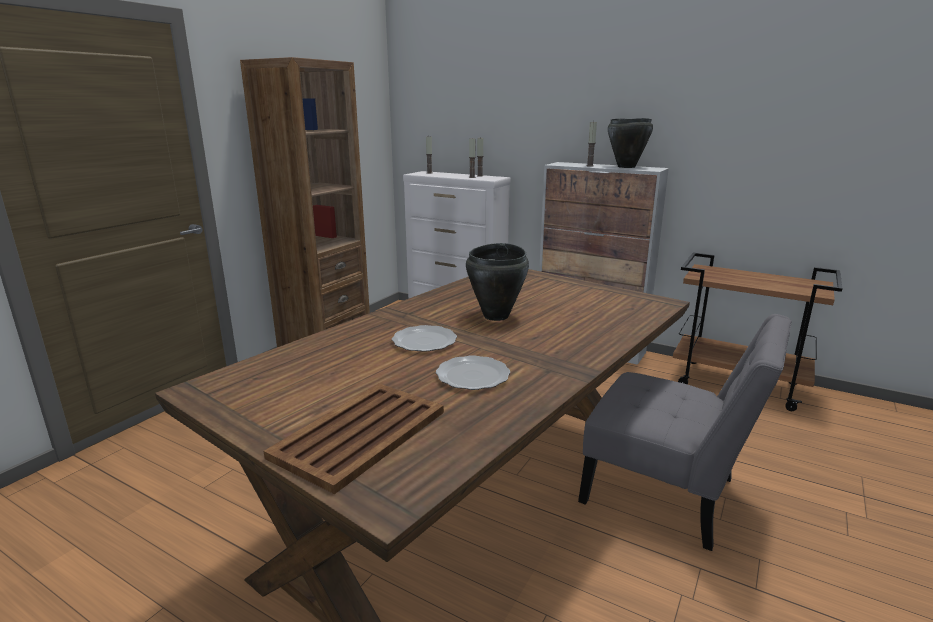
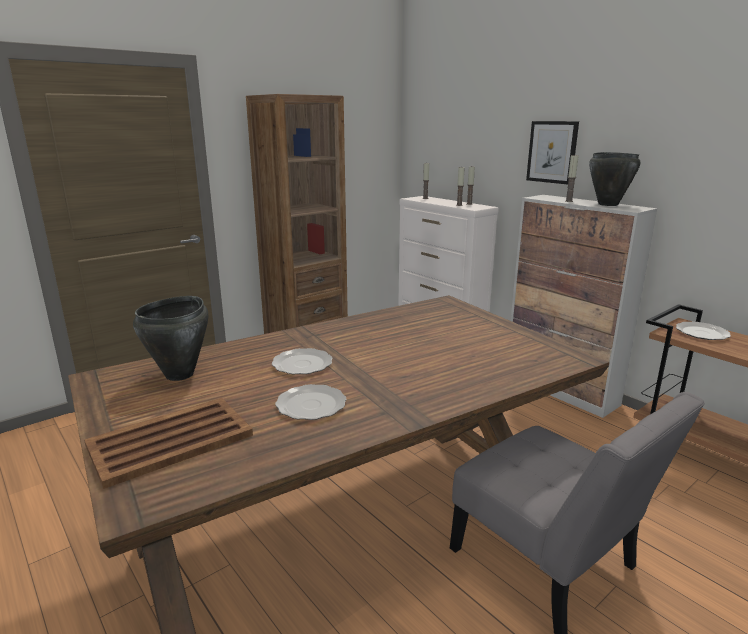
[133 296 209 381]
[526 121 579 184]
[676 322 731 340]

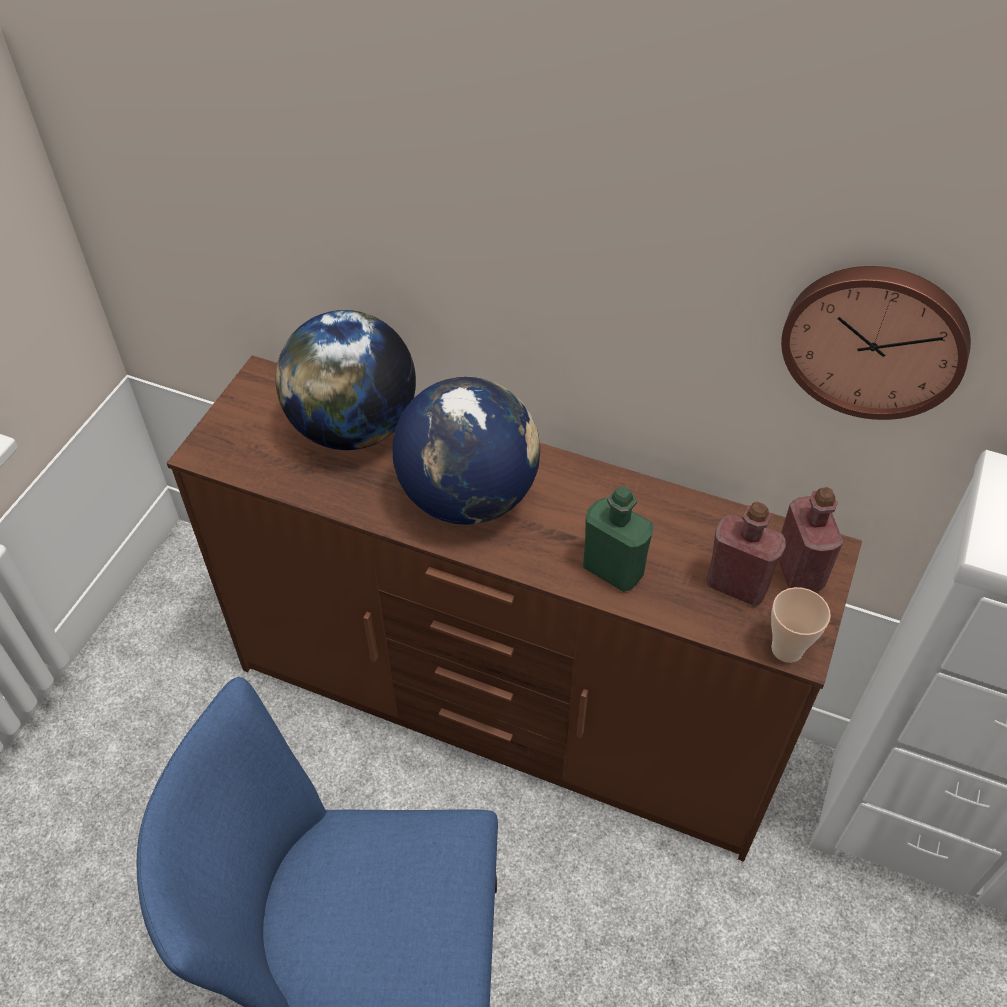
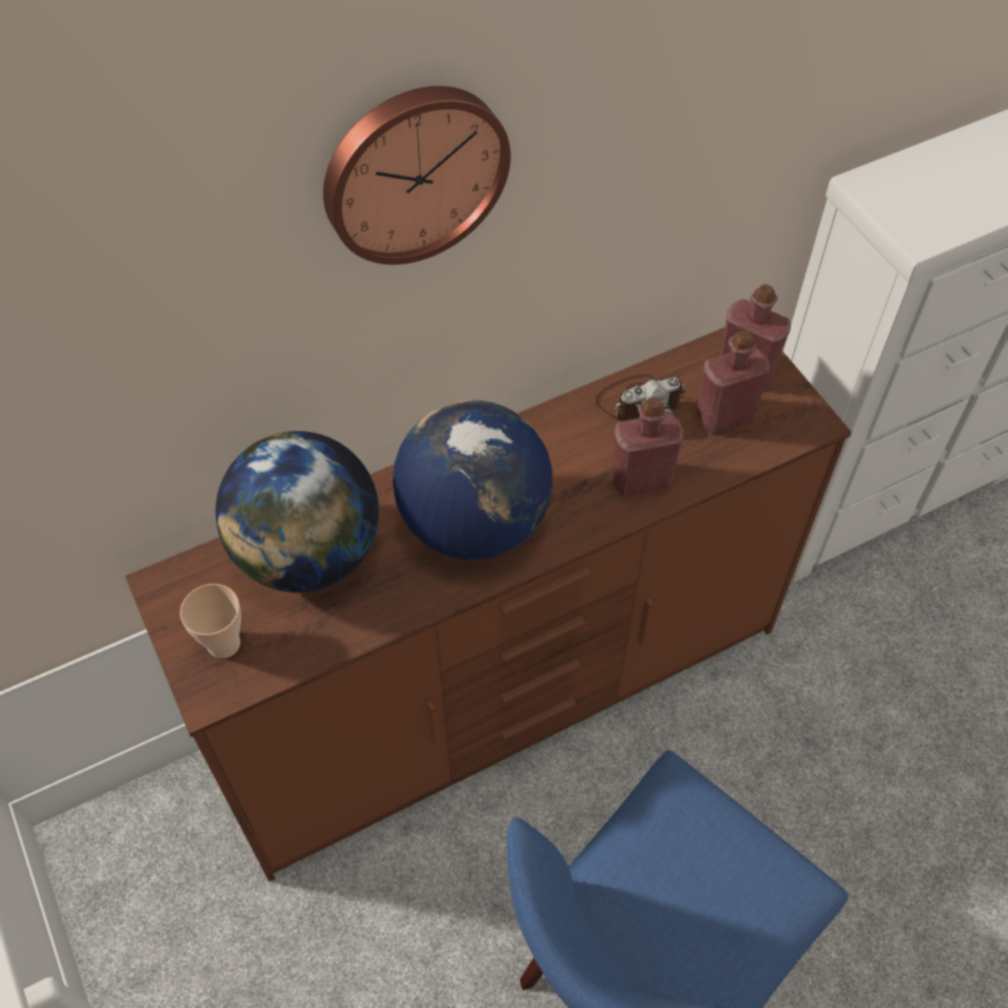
[611 397 684 496]
[180 584 241 659]
[323 86 511 265]
[595 374 686 421]

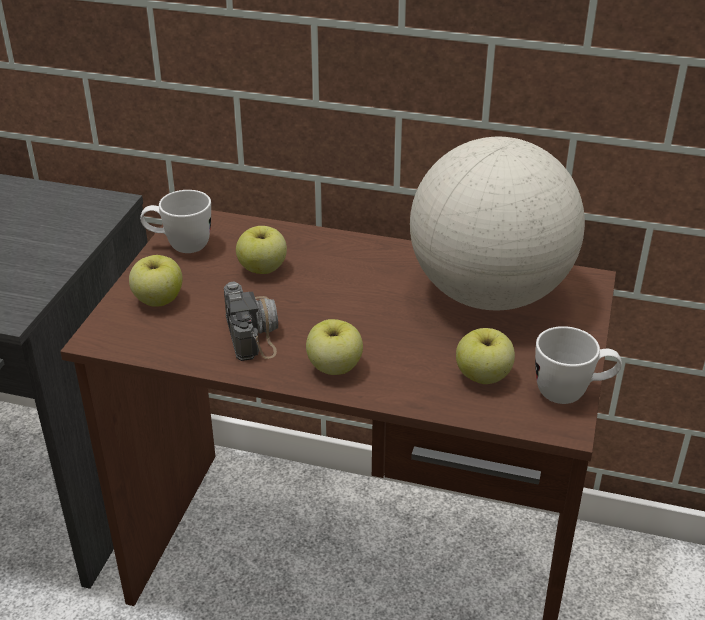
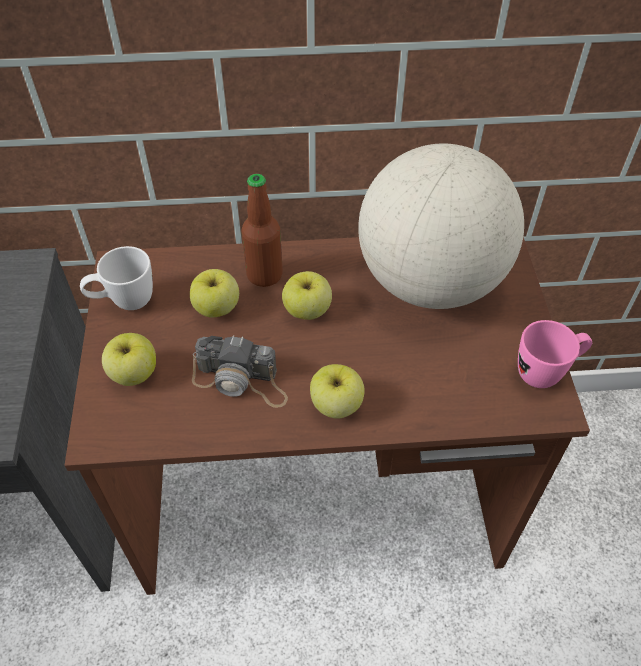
[192 335 288 408]
[282 271 332 320]
[518 320 592 388]
[241 174 283 287]

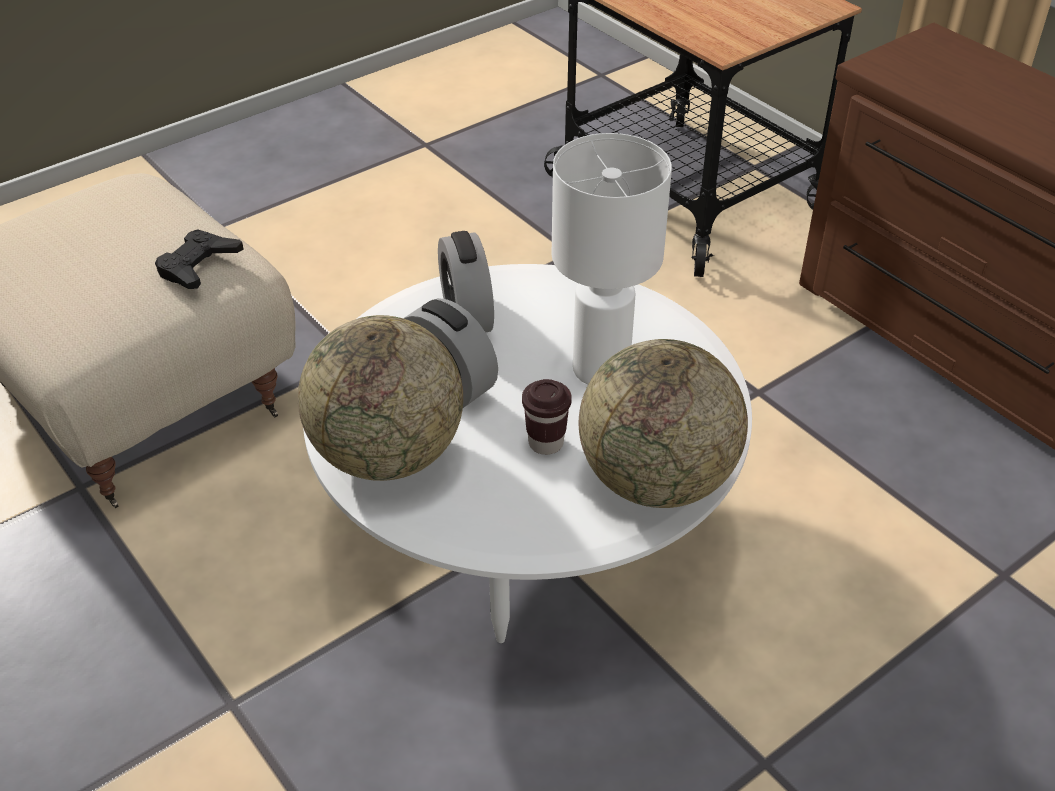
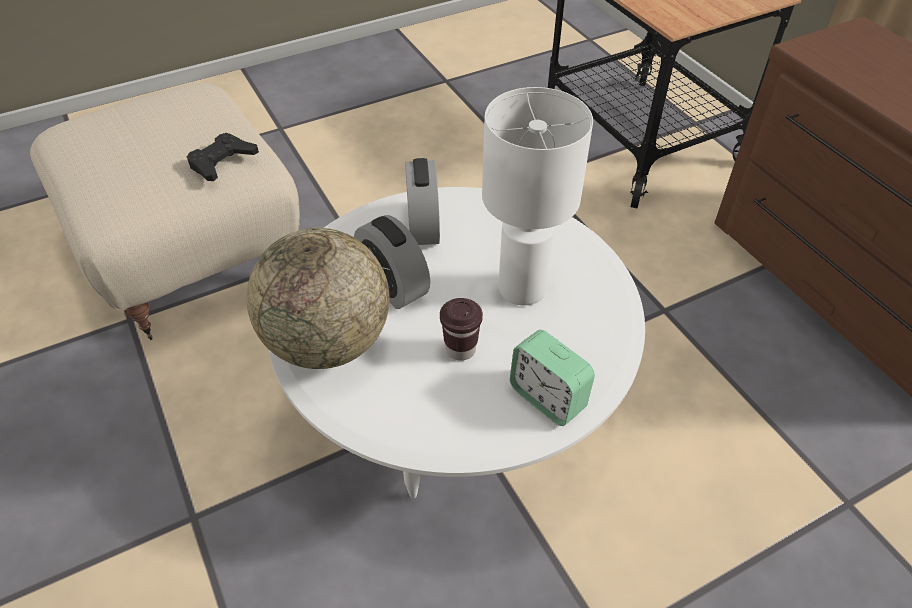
[510 330 595 426]

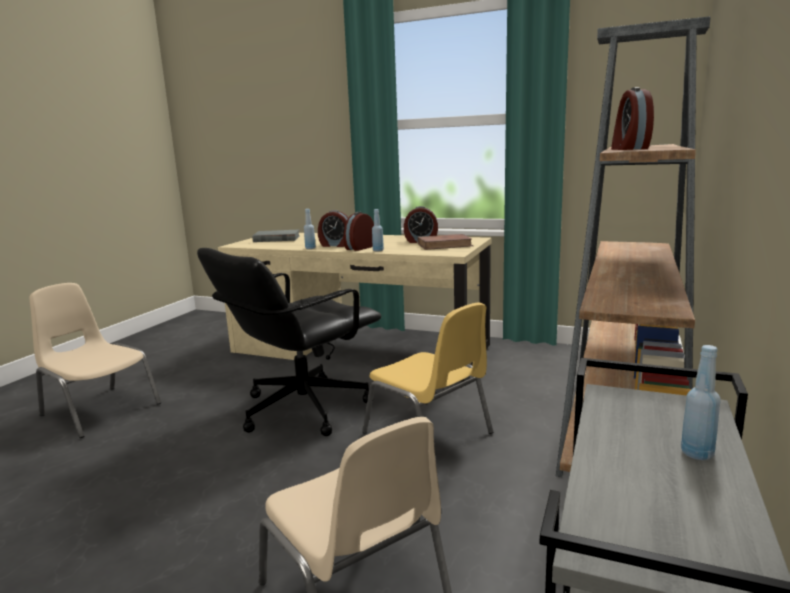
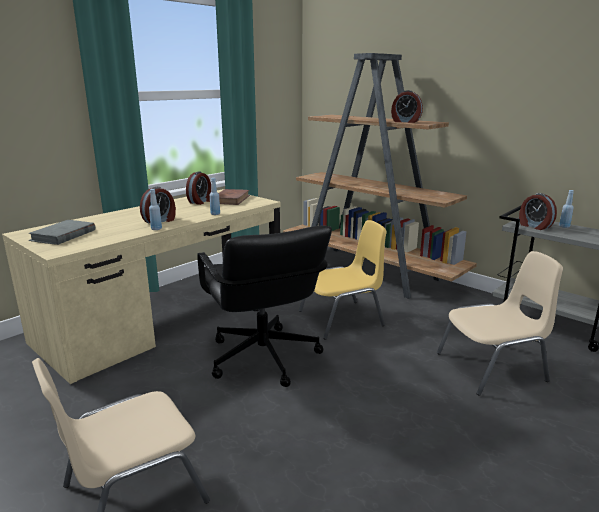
[519 193 557 230]

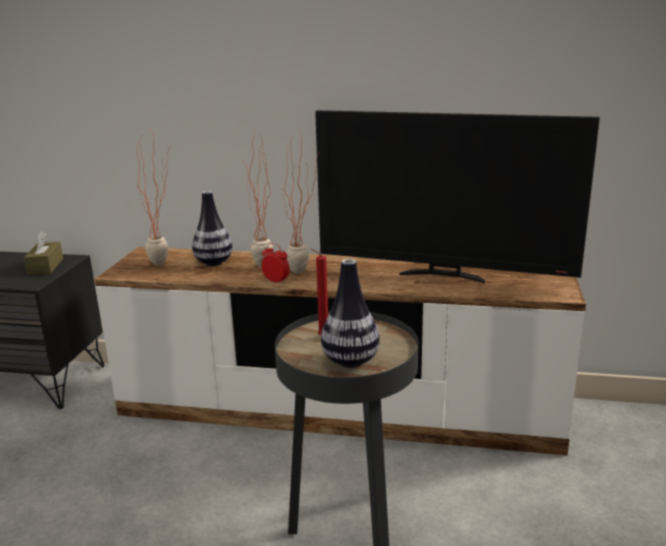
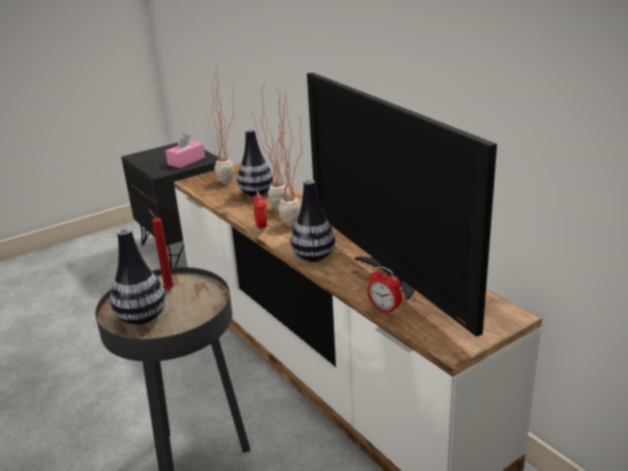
[166 133 205 168]
[291 180 335 262]
[368 266 402 315]

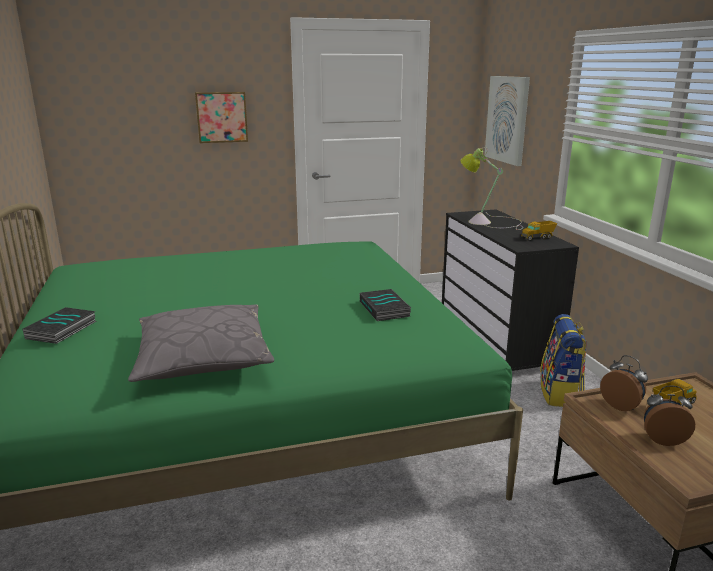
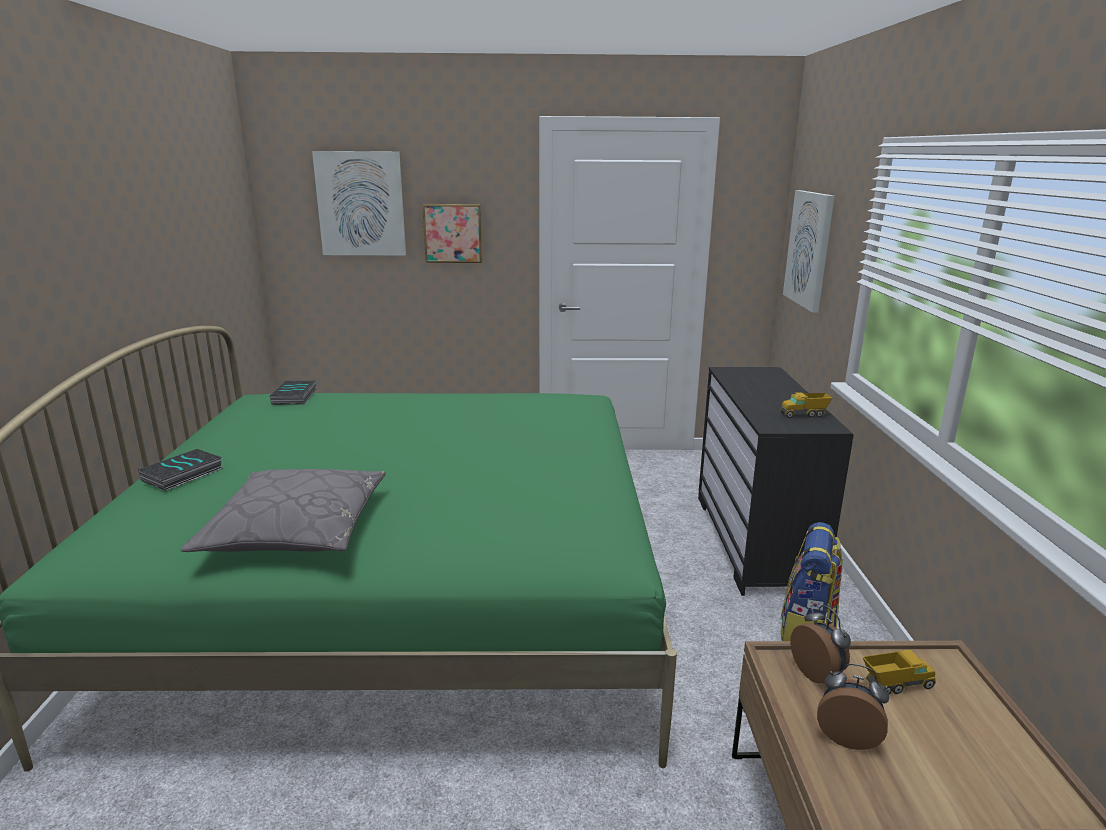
[270 381 317 405]
[460 147 523 230] (first image)
[312 151 406 256]

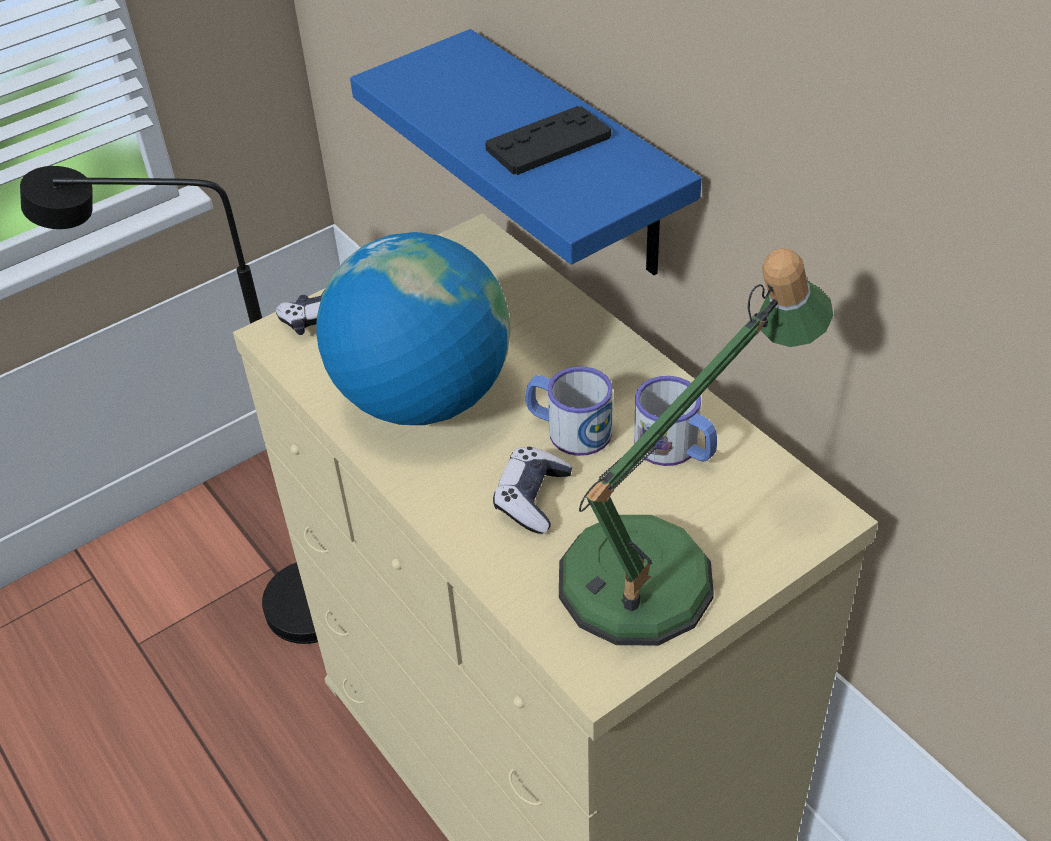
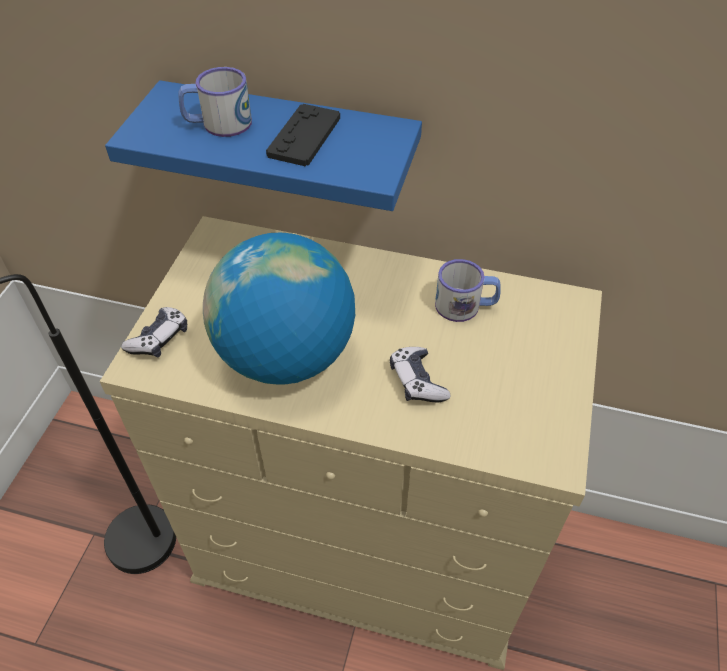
[178 67 252 137]
[559 248 834 645] (first image)

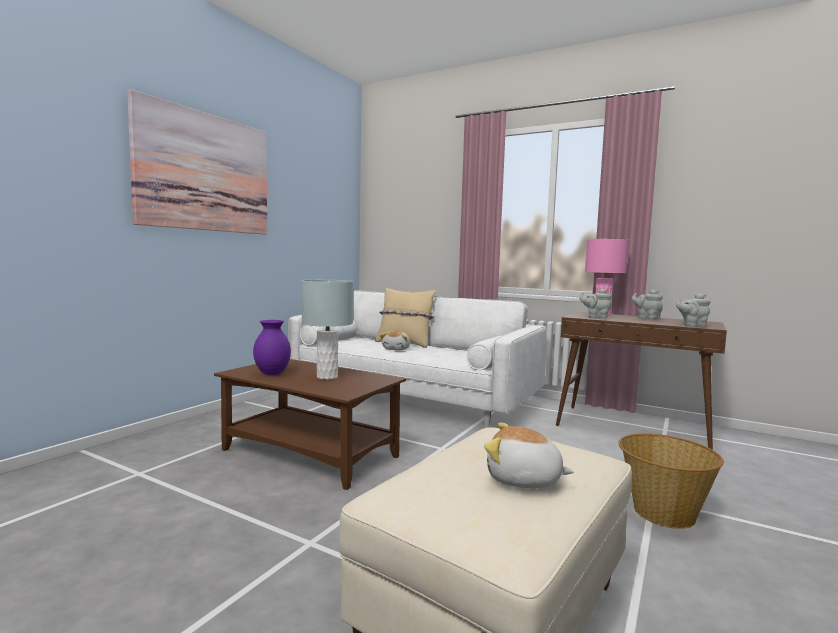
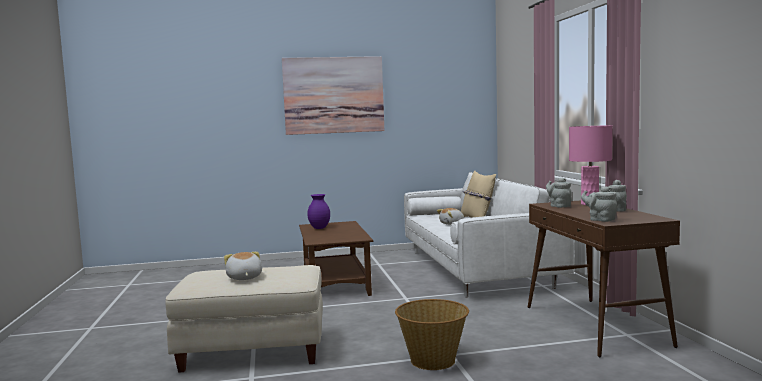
[302 280 354 380] (first image)

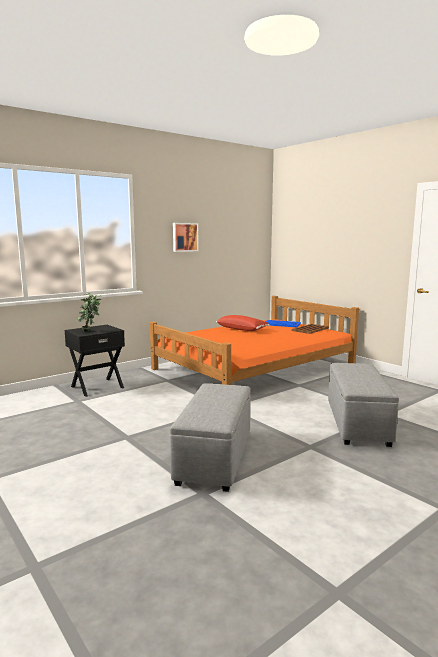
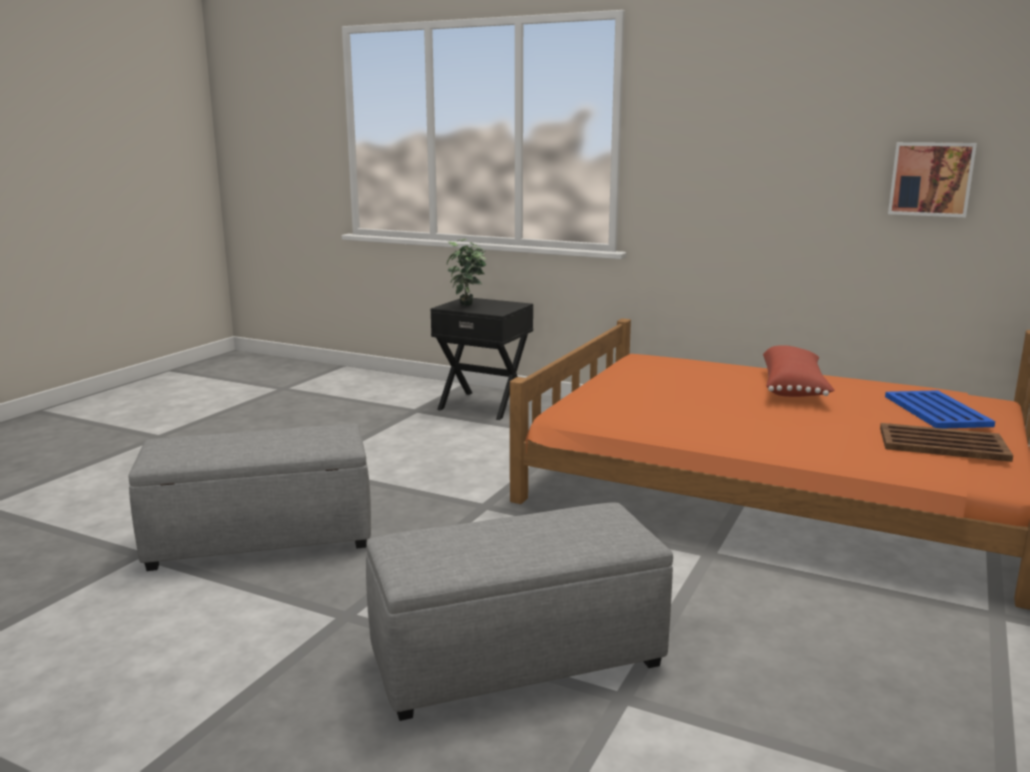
[888 142 977 217]

